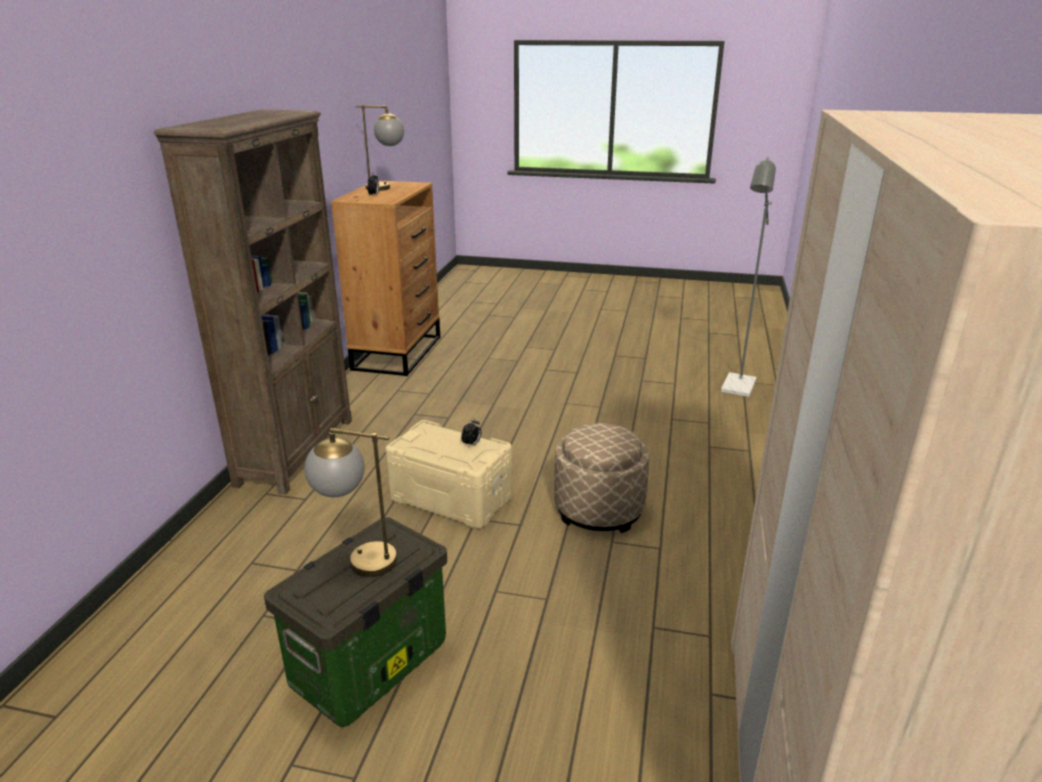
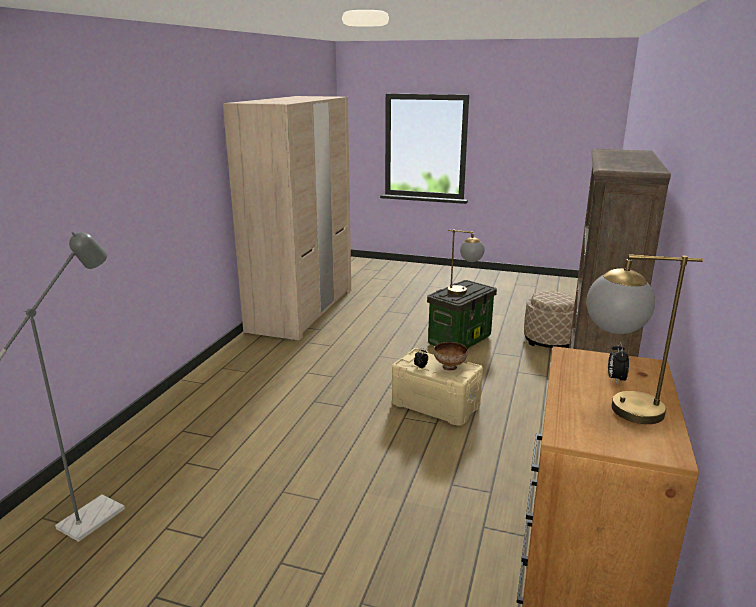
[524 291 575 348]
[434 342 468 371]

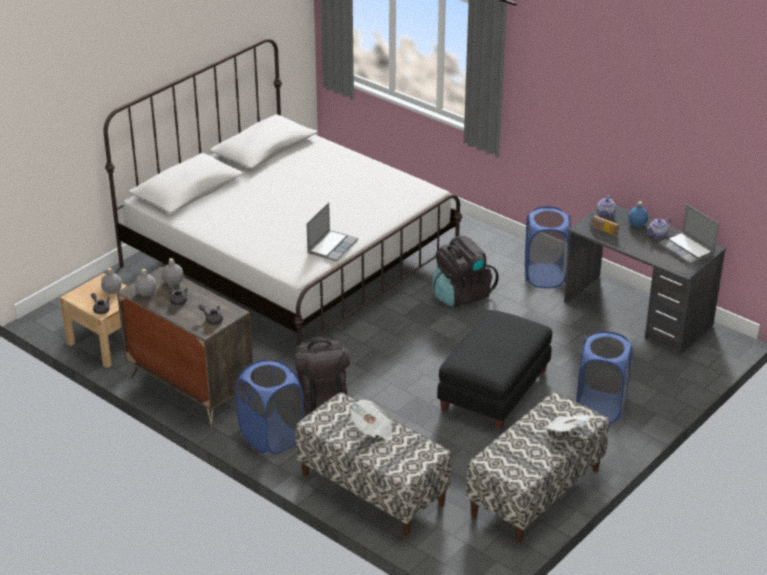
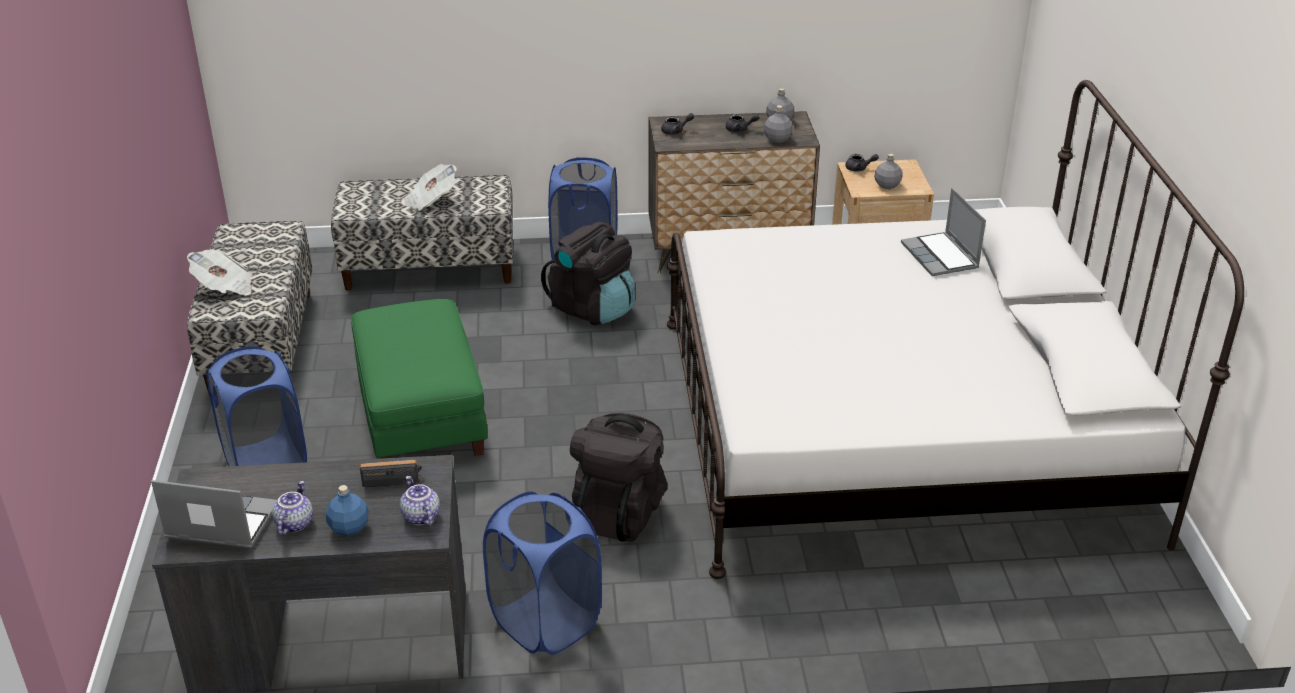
[901 188 986 276]
[351 299 488 459]

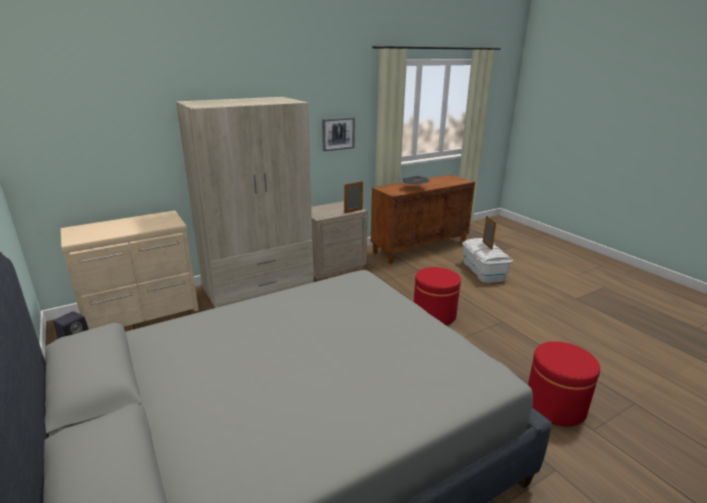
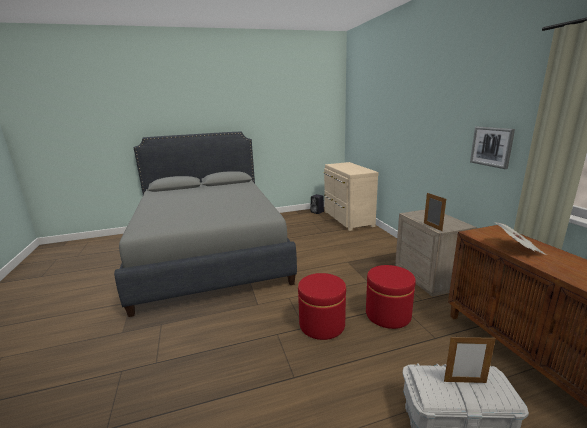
[176 97 314 308] (first image)
[366 265 416 329]

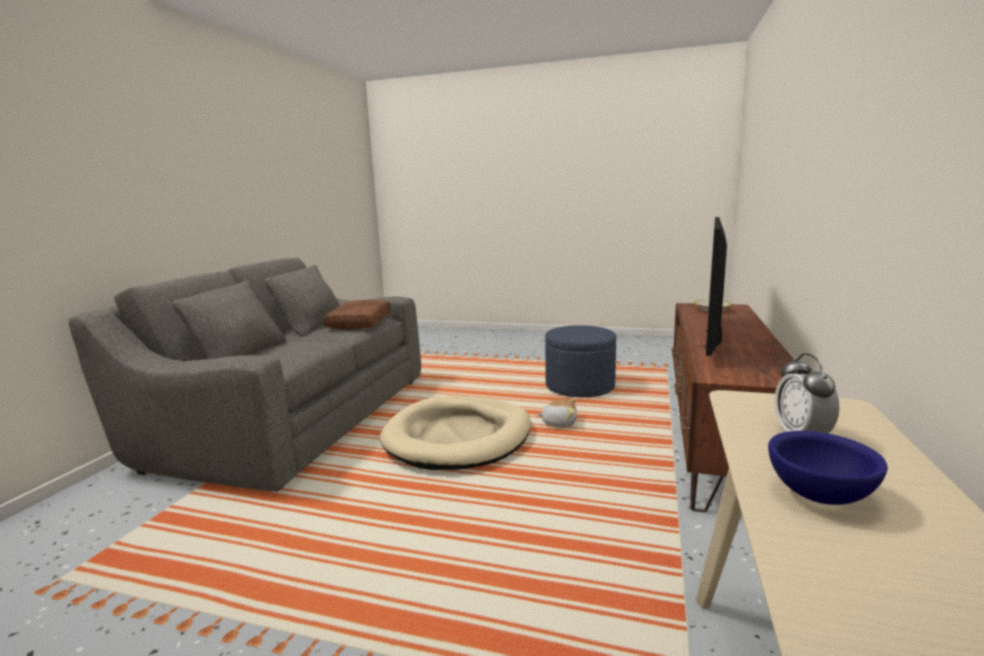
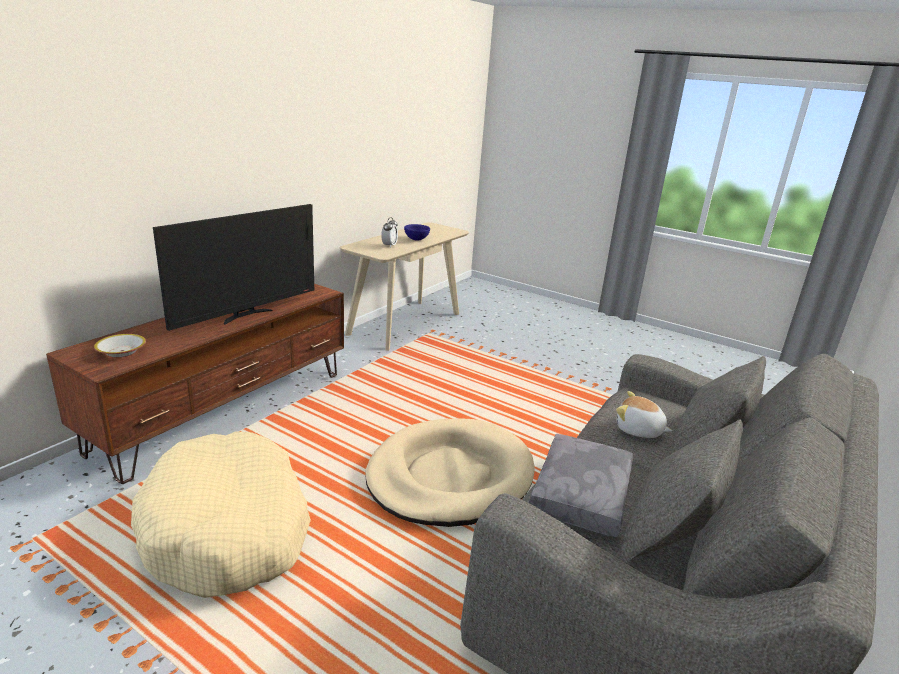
[529 434 633 537]
[616 391 672 438]
[131 431 311 598]

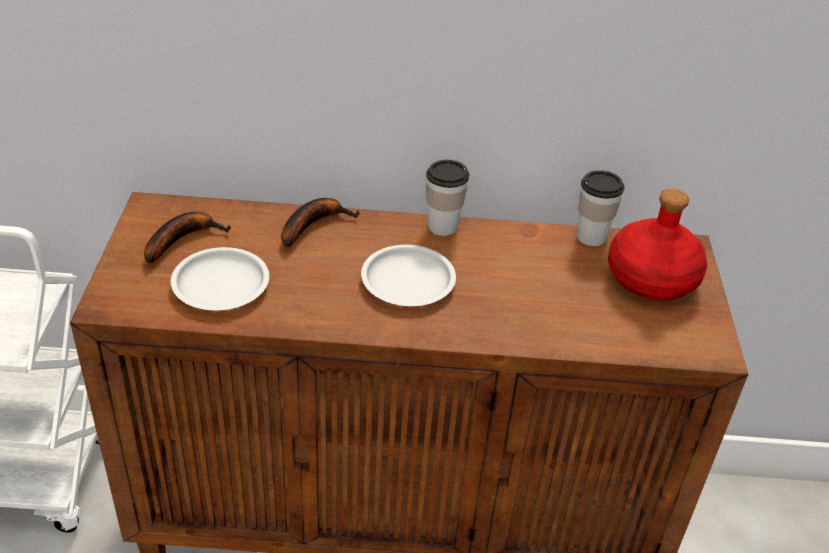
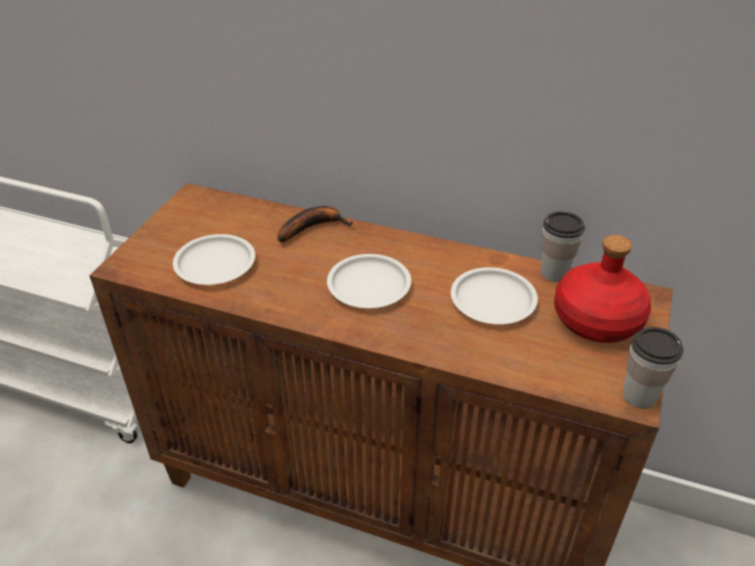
[144 212 231 264] (first image)
[623 327 684 409]
[451 267 538 324]

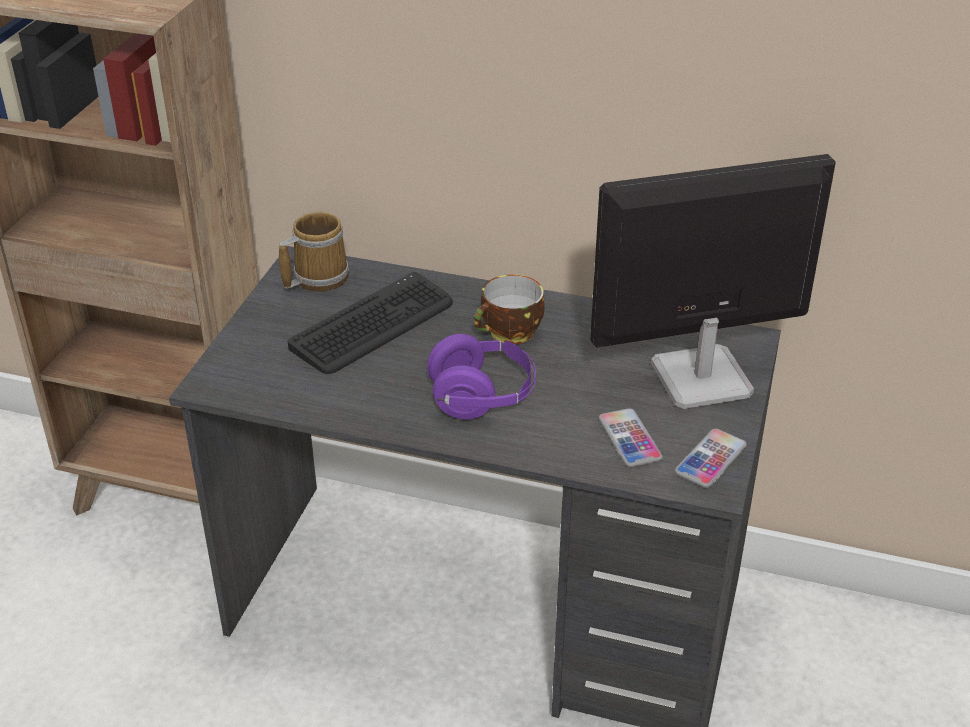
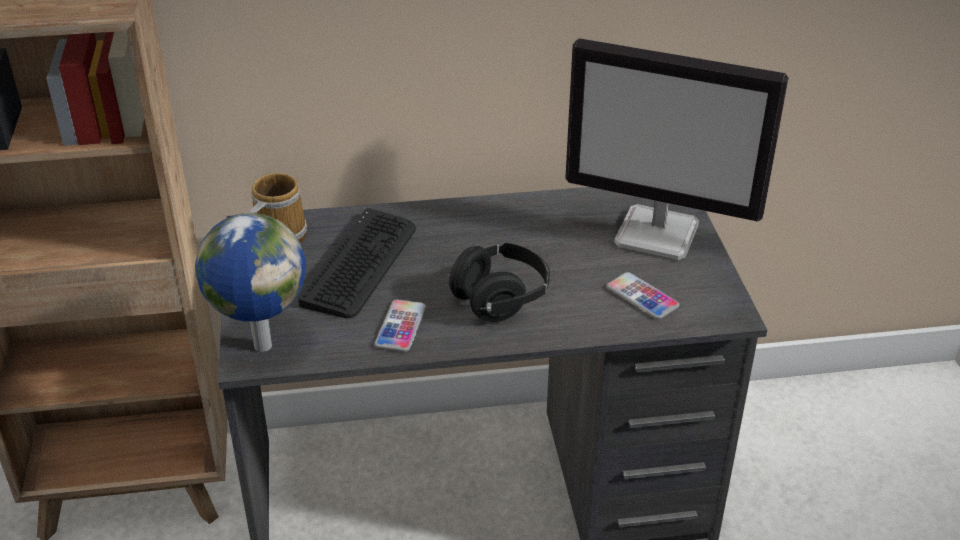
[449 243 550 322]
[474 274 545 344] (first image)
[565 38 789 260]
[375 299 426 352]
[195 213 306 352]

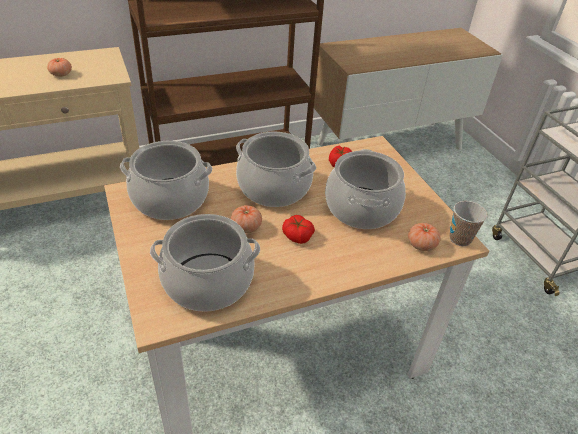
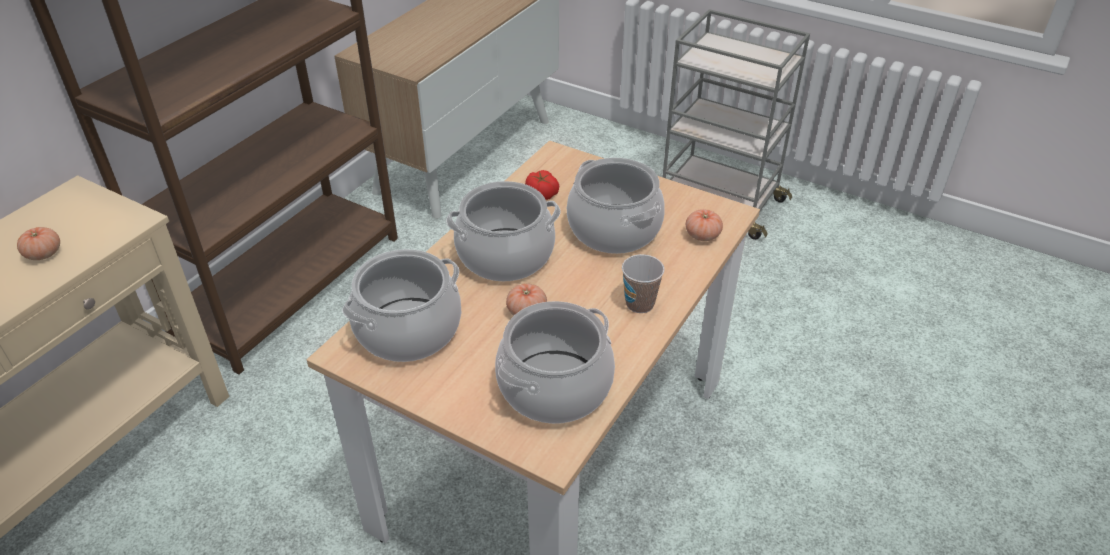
[282 215 315 244] (first image)
[622 254 665 313]

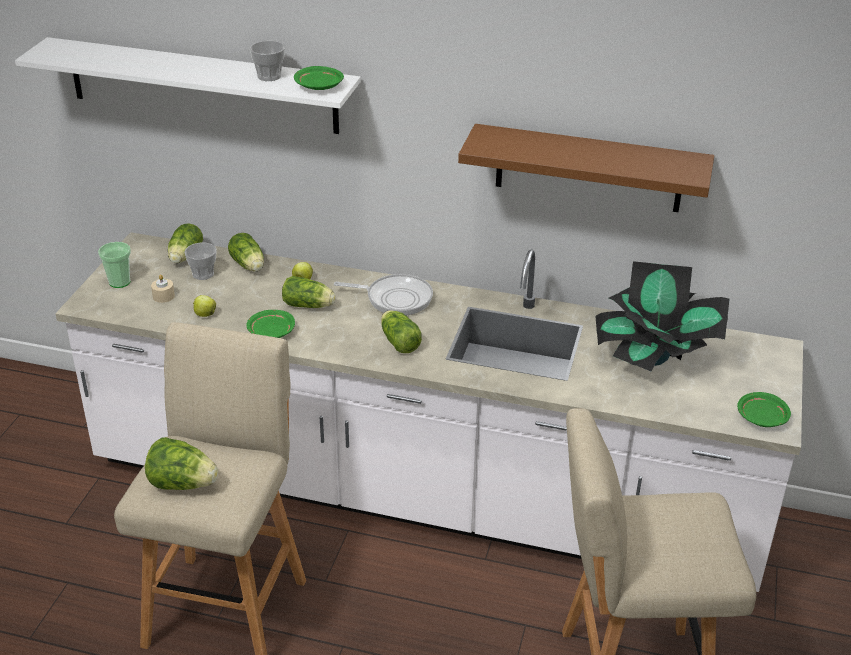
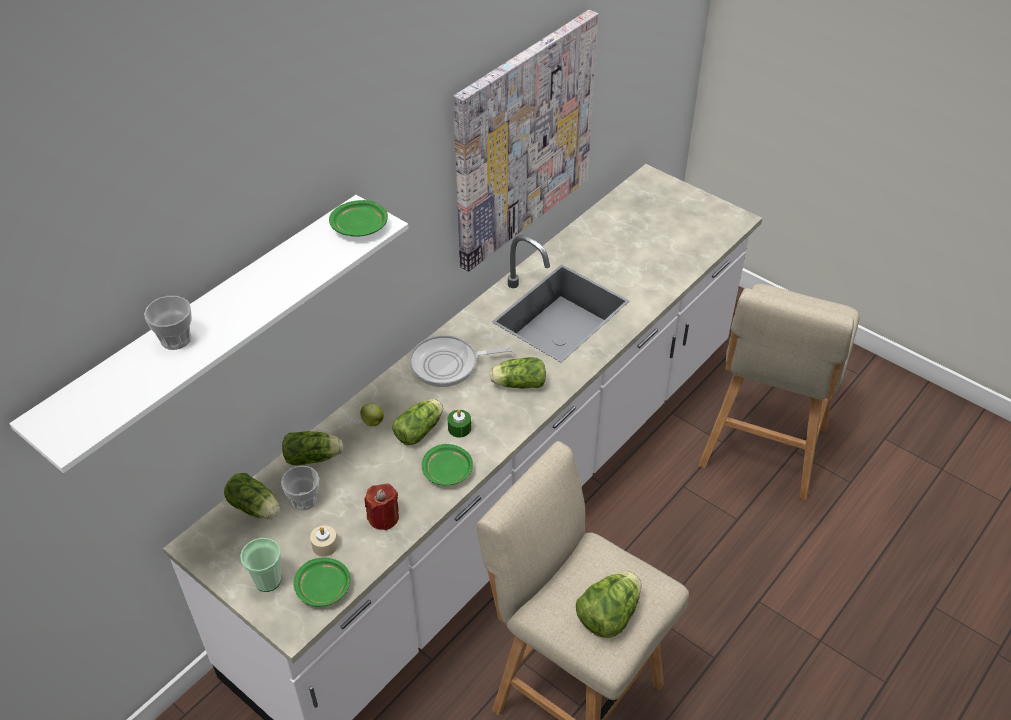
[365 483 399 531]
[144 296 192 350]
[410 335 512 387]
[453 10 599 272]
[595 261 729 371] (first image)
[294 558 351 607]
[447 410 471 437]

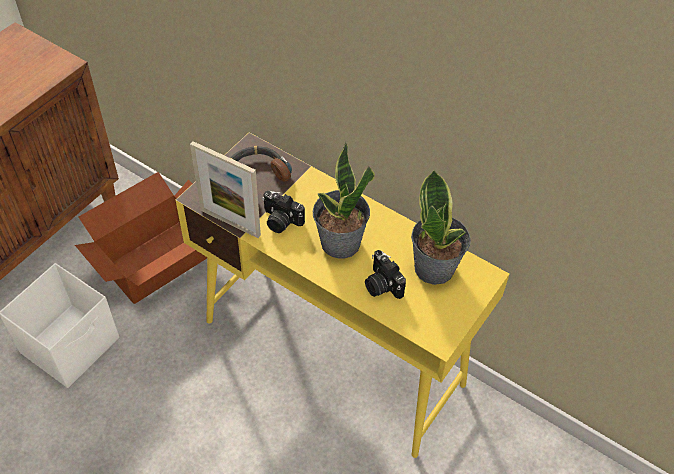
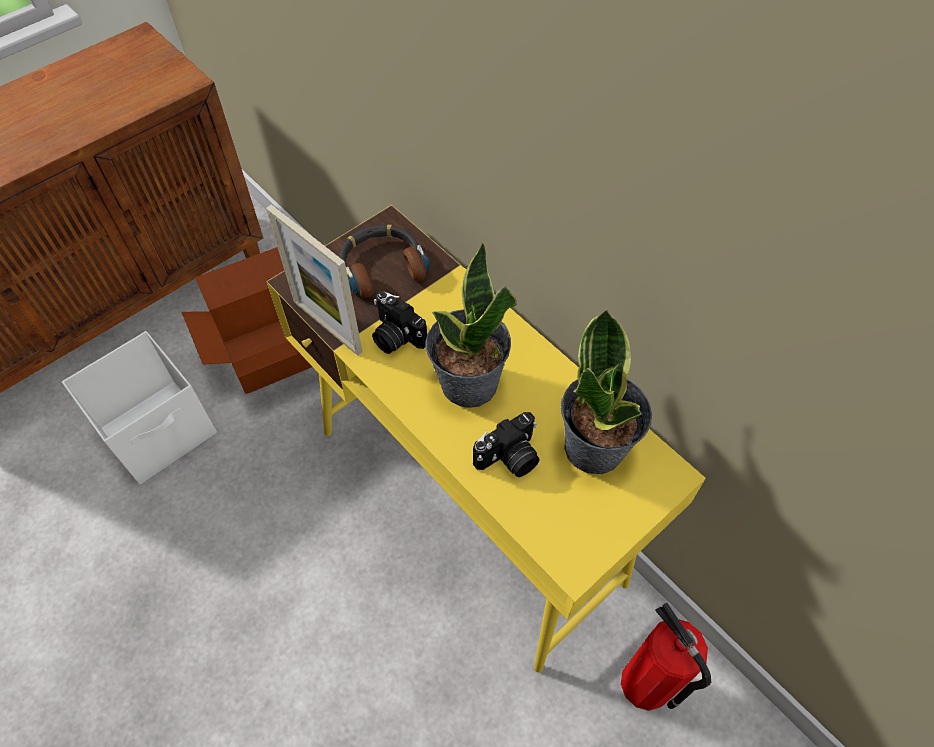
[473 412 540 477]
[621 603 711 711]

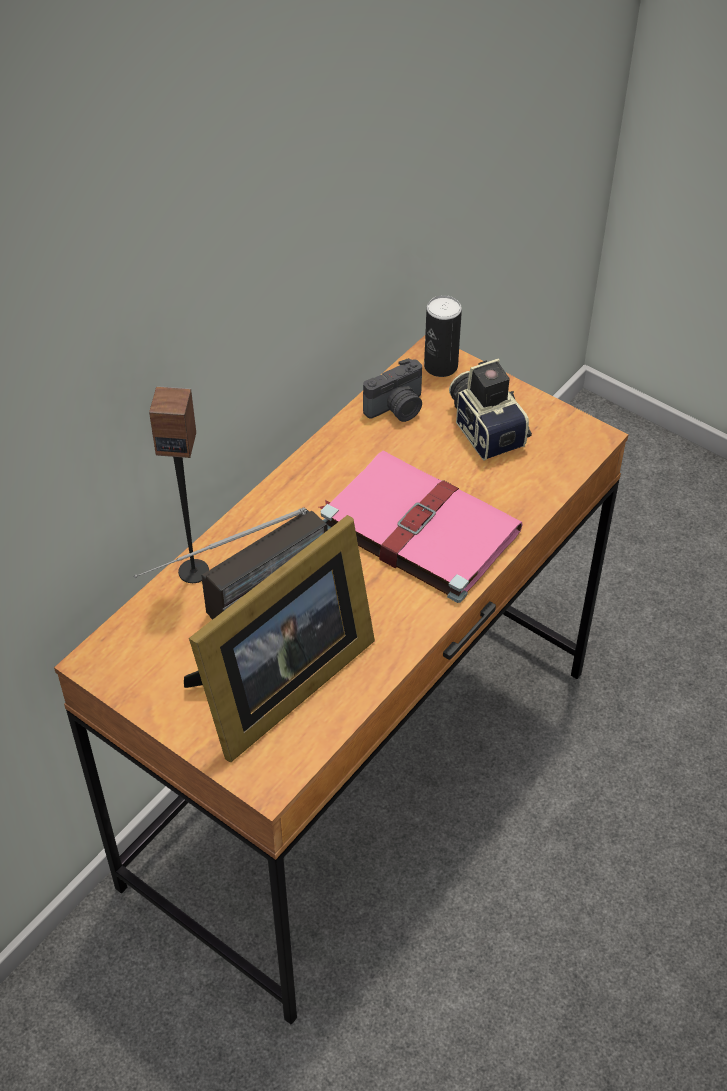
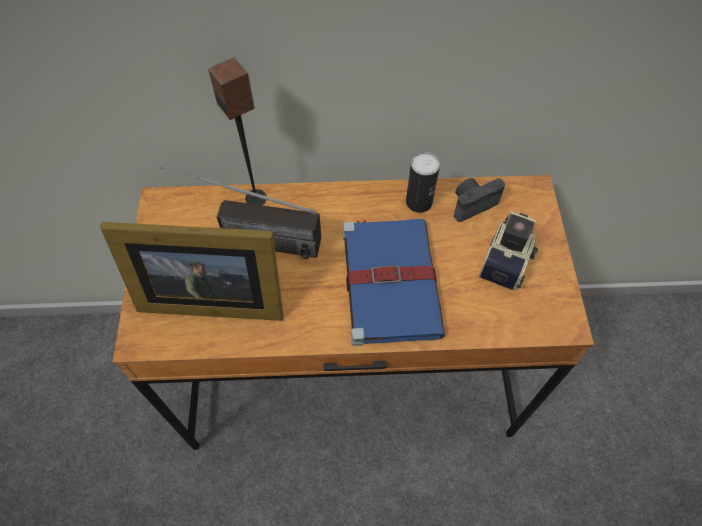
[342 219 445 346]
[454 178 505 222]
[406 152 440 213]

